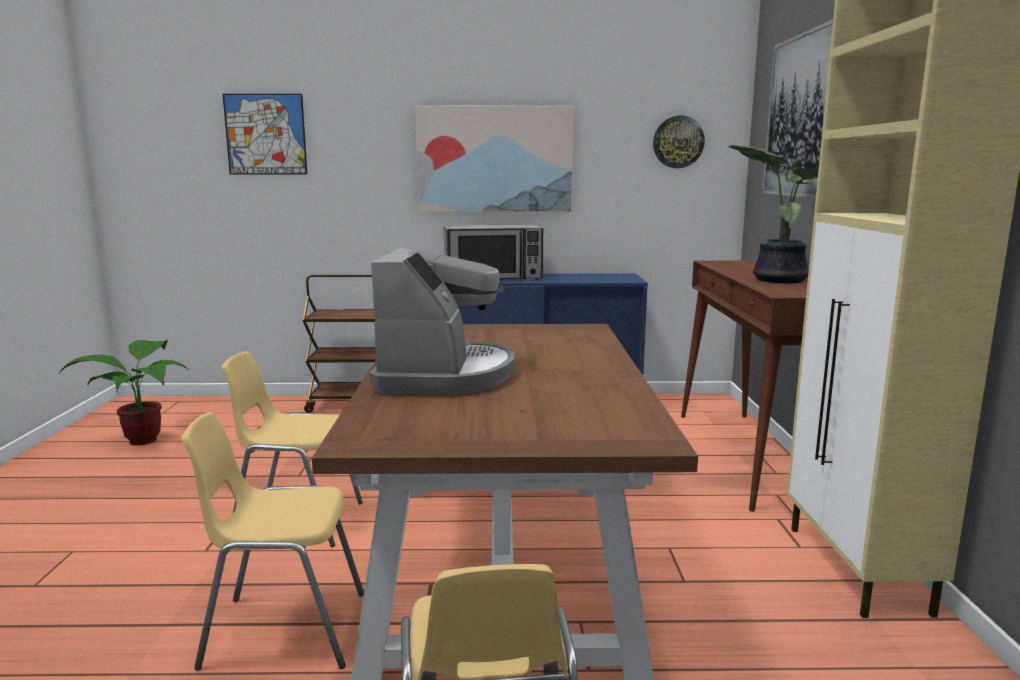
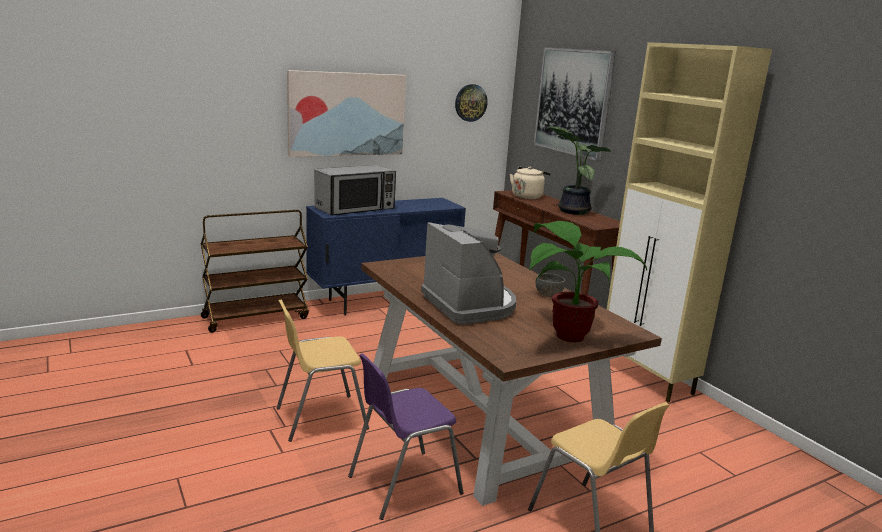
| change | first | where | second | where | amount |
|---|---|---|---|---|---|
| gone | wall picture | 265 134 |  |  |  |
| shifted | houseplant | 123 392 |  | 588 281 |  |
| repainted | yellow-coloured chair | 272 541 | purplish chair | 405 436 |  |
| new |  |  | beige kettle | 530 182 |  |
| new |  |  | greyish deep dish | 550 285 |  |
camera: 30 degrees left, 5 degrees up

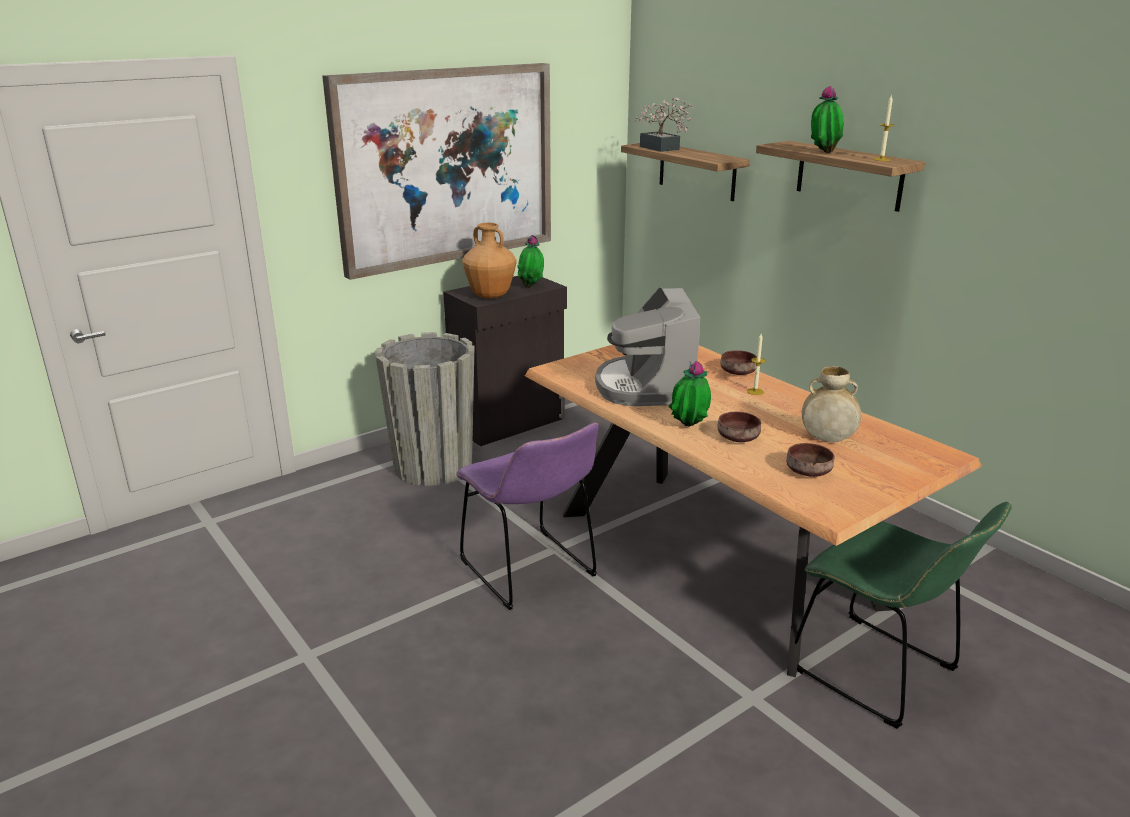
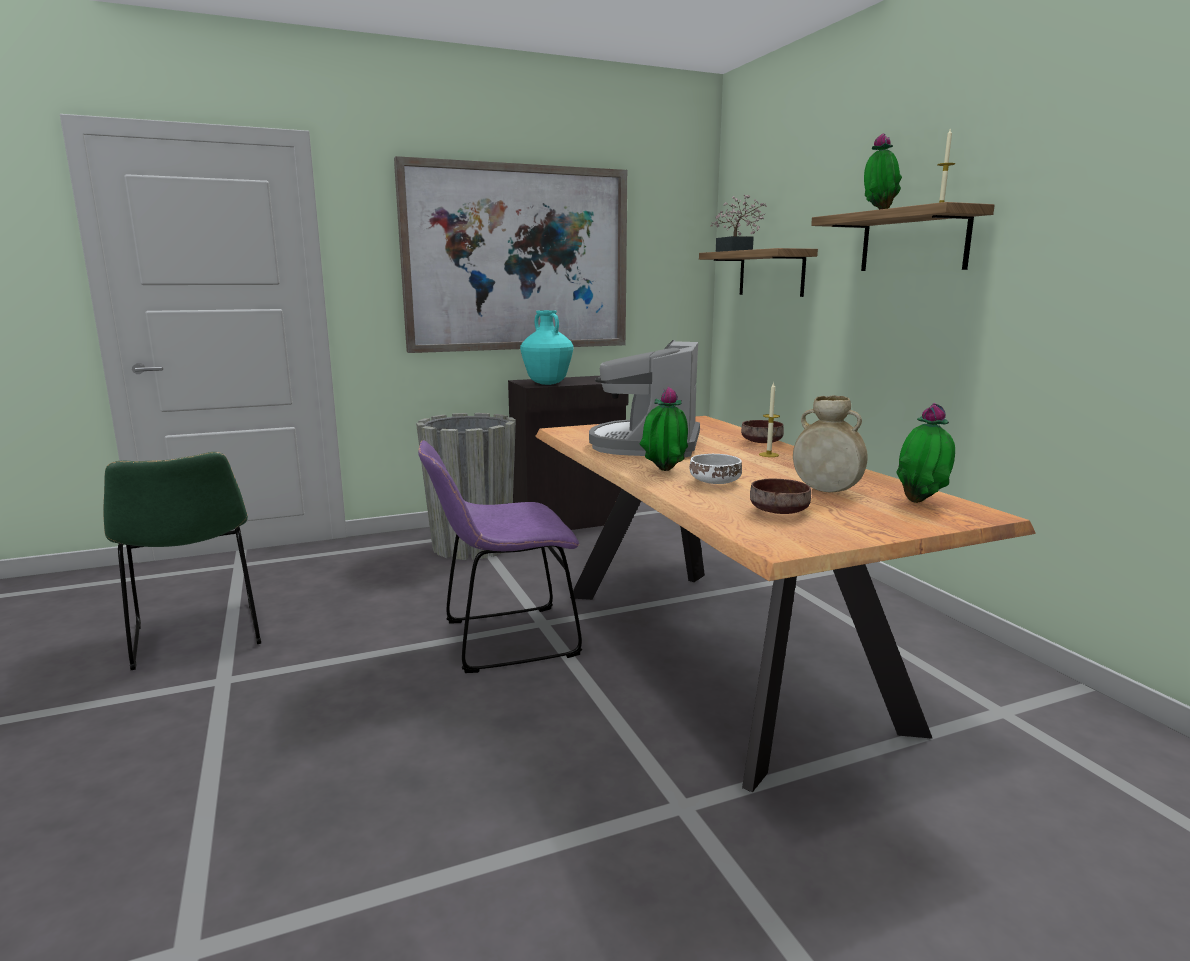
| change | first | where | second | where | amount |
|---|---|---|---|---|---|
| repainted | brown-coloured decorative vase | 489 261 | turquoise-coloured decorative vase | 546 347 |  |
| shifted | houseplant | 530 261 |  | 925 453 |  |
| repainted | brown-coloured deep dish | 739 427 | white-coloured deep dish | 716 469 |  |
| rotated | purplish chair | 527 516 |  | 500 556 | 90 degrees clockwise |
| shifted | green-coloured chair | 903 615 |  | 182 561 |  |
camera: 15 degrees right, 10 degrees down

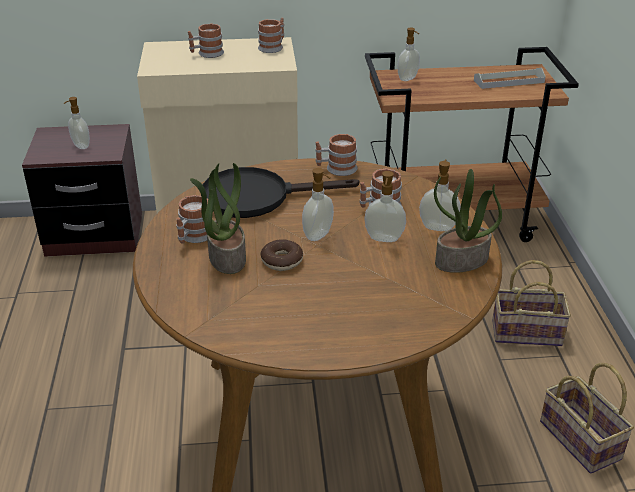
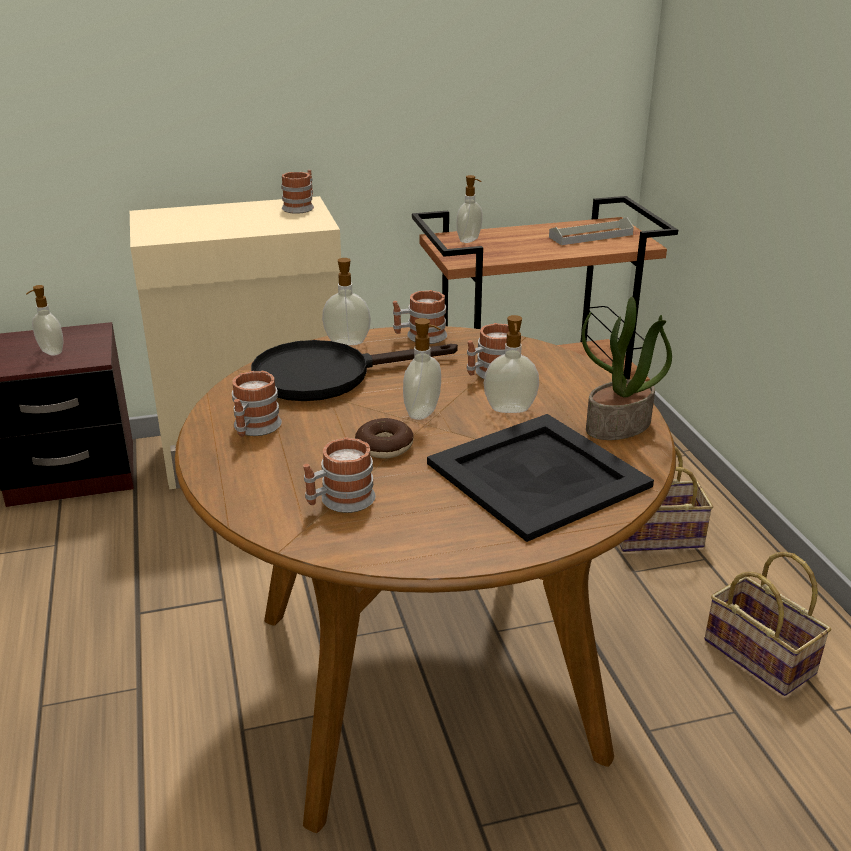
| change | first | where | second | where | amount |
|---|---|---|---|---|---|
| shifted | tea mug | 206 40 |  | 339 475 |  |
| shifted | liquid soap bottle | 440 195 |  | 346 301 |  |
| gone | houseplant | 218 218 |  |  |  |
| new |  |  | blackish carrying tray | 540 478 |  |
camera: 10 degrees left, 5 degrees down

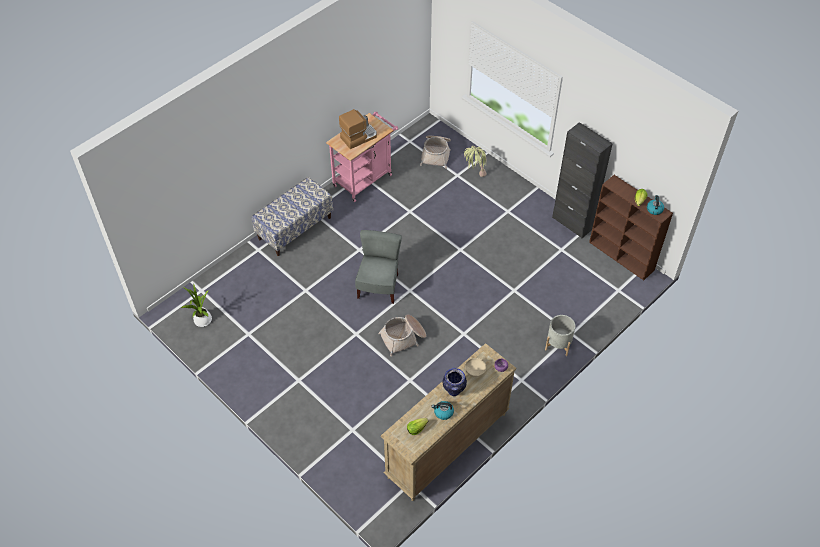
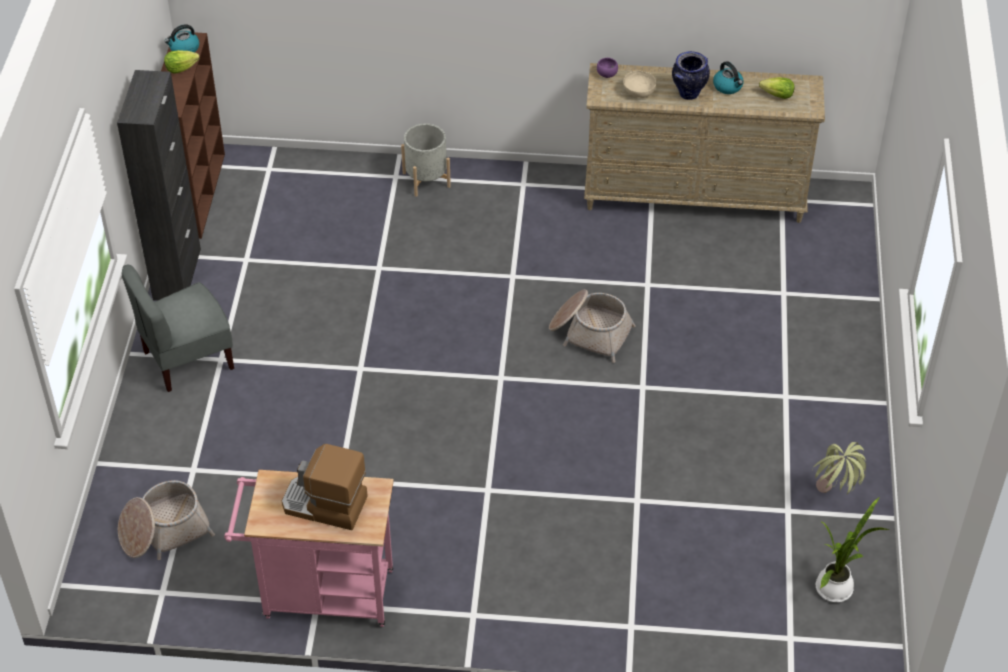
| change | first | where | second | where | amount |
|---|---|---|---|---|---|
| shifted | houseplant | 475 161 |  | 839 468 |  |
| gone | indoor bench | 292 216 |  |  |  |
| shifted | greyish chair | 378 267 |  | 178 328 |  |
camera: 130 degrees left, 5 degrees down

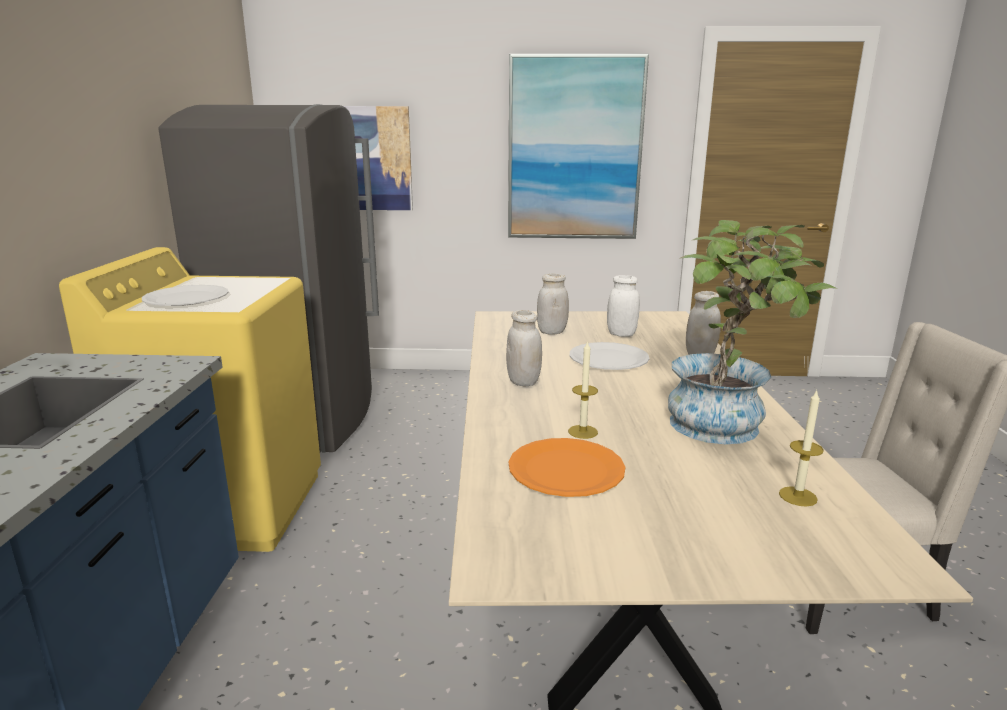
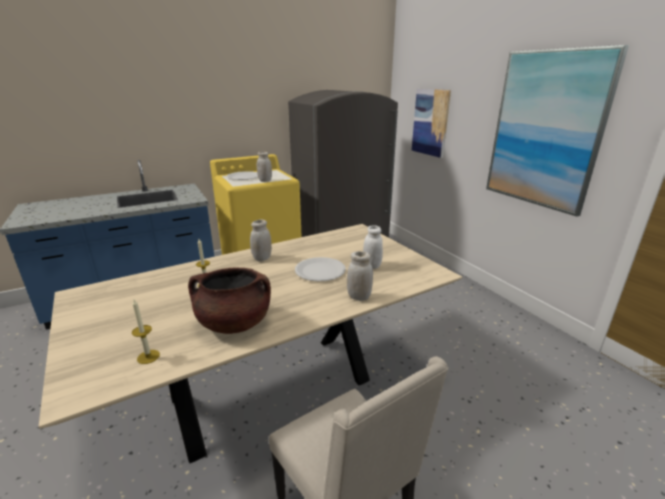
| change | first | where | second | where | amount |
|---|---|---|---|---|---|
| swapped | houseplant | 752 332 | brown-coloured stockpot | 229 300 |  |
| shifted | white-coloured jar | 553 304 |  | 264 166 |  |
| gone | orange dinner plate | 567 467 |  |  |  |
camera: 60 degrees right, 5 degrees up

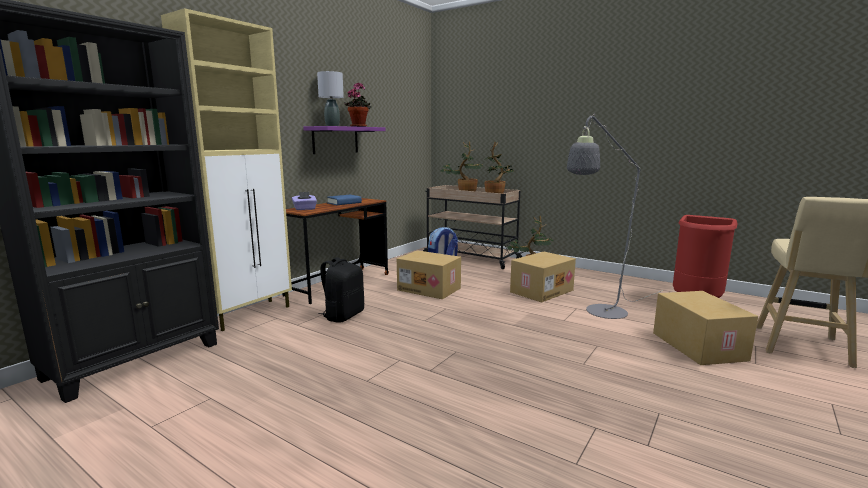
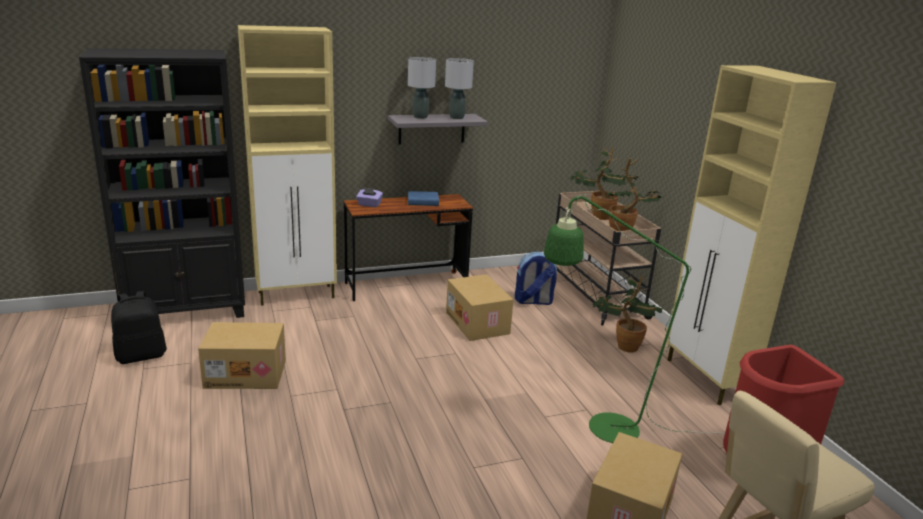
| change | first | where | second | where | amount |
|---|---|---|---|---|---|
| swapped | houseplant | 358 105 | greyish tabletop lamp | 459 88 |  |
| repainted | greyish standing lamp | 615 216 | green-coloured standing lamp | 634 319 |  |
| repainted | purplish wall shelf | 344 140 | greyish wall shelf | 438 129 |  |
| shifted | cardboard box | 543 277 |  | 242 355 |  |
| shifted | blackish backpack | 341 290 |  | 139 327 |  |
| new |  |  | beige storage cabinet | 752 235 |  |
camera: 35 degrees right, 10 degrees up

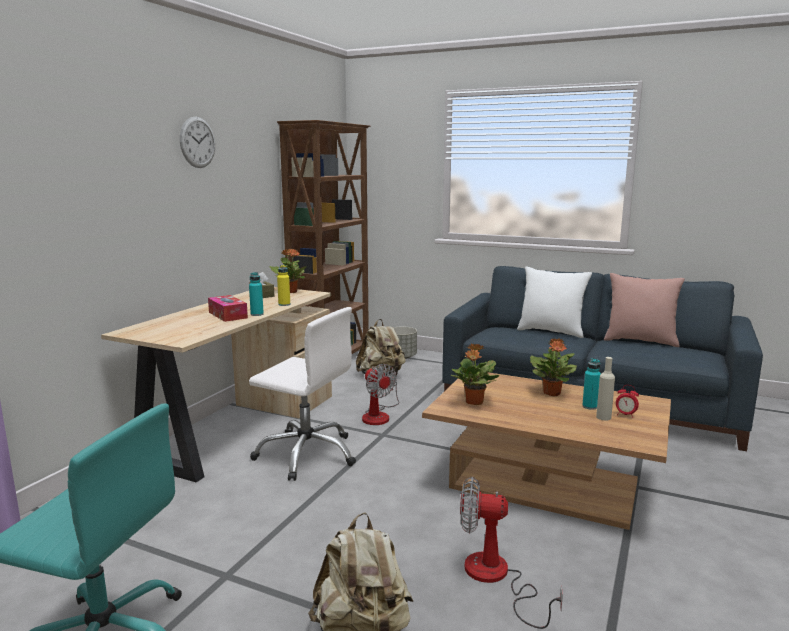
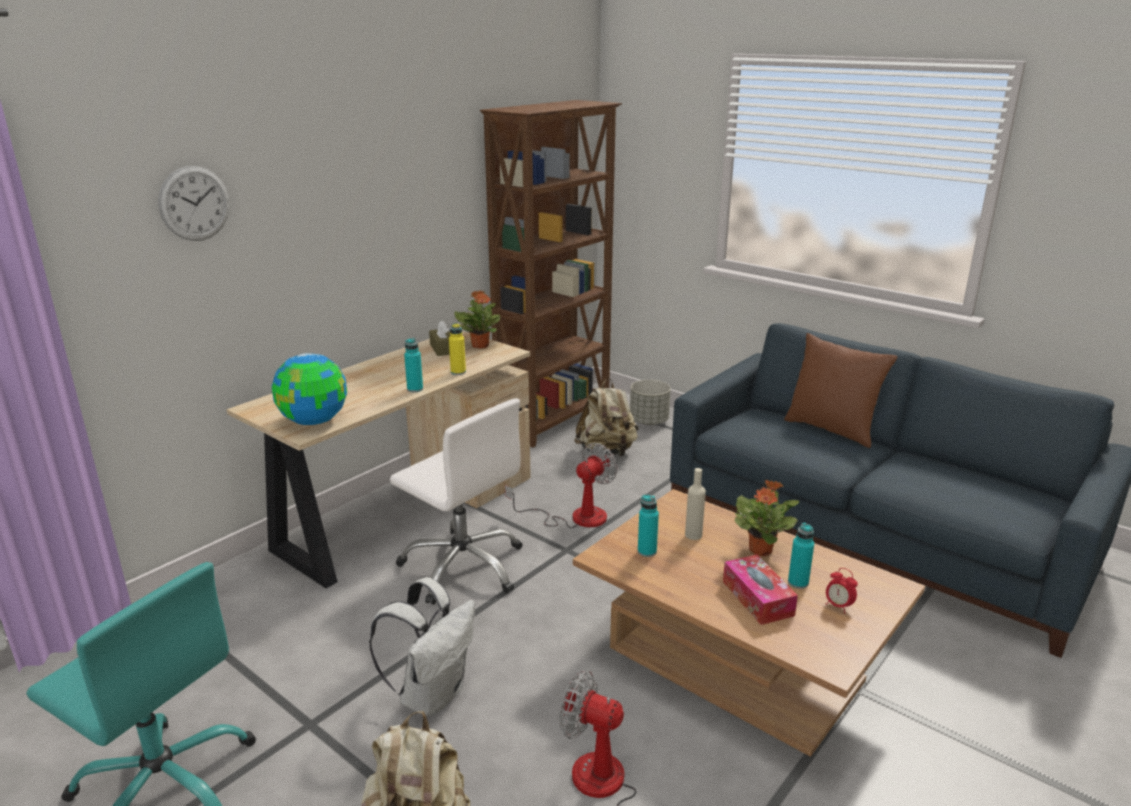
| change | first | where | second | where | amount |
|---|---|---|---|---|---|
| shifted | clock on the wall | 197 142 |  | 194 203 |  |
| repainted | white-coloured throw pillow | 554 302 | brown-coloured throw pillow | 840 390 |  |
| gone | pinkish throw pillow | 644 310 |  |  |  |
| shifted | tissue holder | 228 308 |  | 760 590 |  |
| swapped | houseplant | 475 374 | turquoise-coloured beverage bottle | 648 526 |  |
| shifted | beige beverage bottle | 605 388 |  | 695 504 |  |
| rotated | cooling fan | 380 394 |  | 561 485 | 120 degrees counterclockwise |
| new |  |  | globe | 309 389 |  |
| new |  |  | white-coloured backpack | 422 647 |  |
camera: 15 degrees right, 10 degrees up

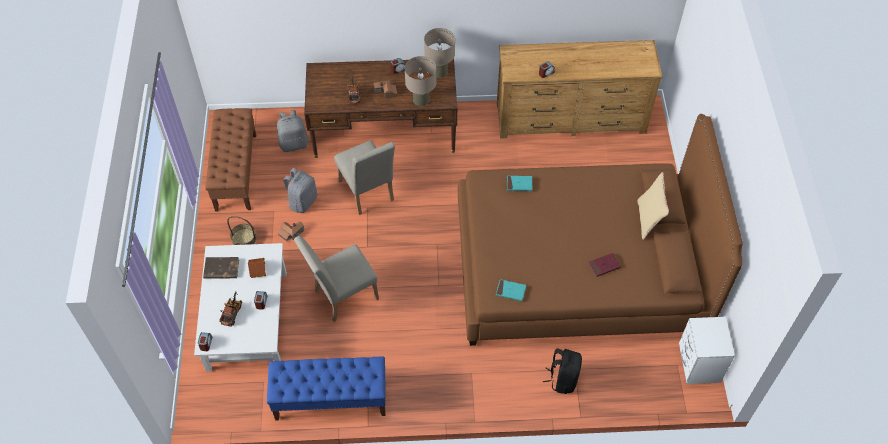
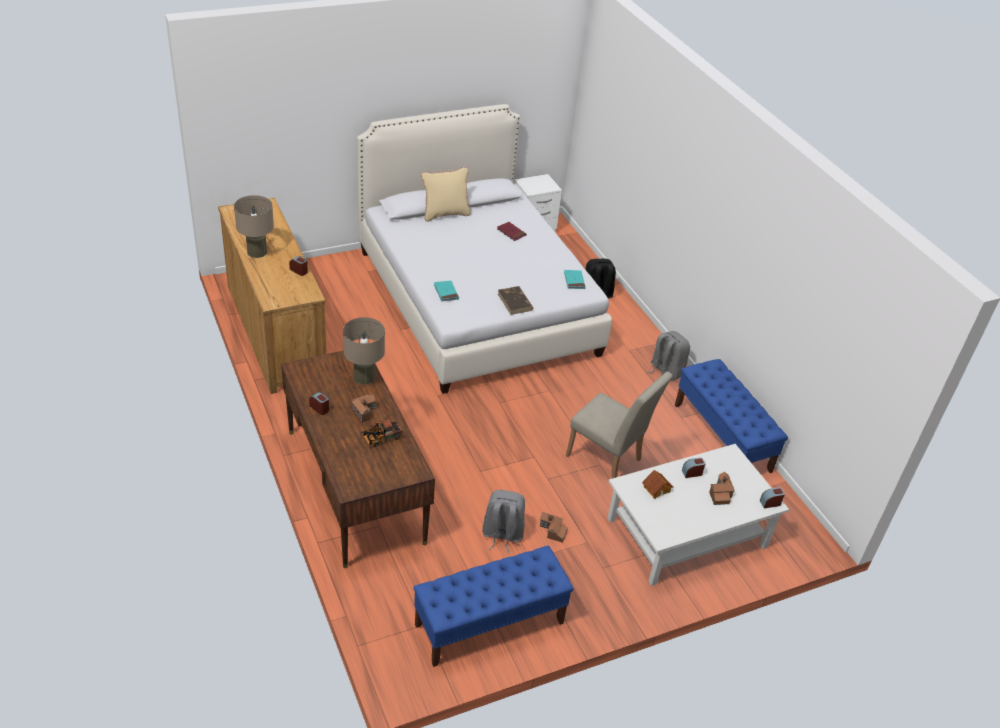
| change | first | where | second | where | amount |
|---|---|---|---|---|---|
| shifted | beige tabletop lamp | 439 53 |  | 254 226 |  |
| repainted | brown-coloured indoor bench | 230 160 | bluish indoor bench | 493 606 |  |
| shifted | greyish backpack | 293 131 |  | 668 356 |  |
| repainted | brown-coloured bed | 600 230 | white-coloured bed | 484 249 |  |
| gone | beige chair | 364 178 |  |  |  |
| gone | household basket | 242 230 |  |  |  |
| shifted | brown-coloured bound book | 221 268 |  | 516 300 |  |
| swapped | toy truck | 230 309 | model house | 722 488 |  |
camera: 115 degrees left, 15 degrees down

